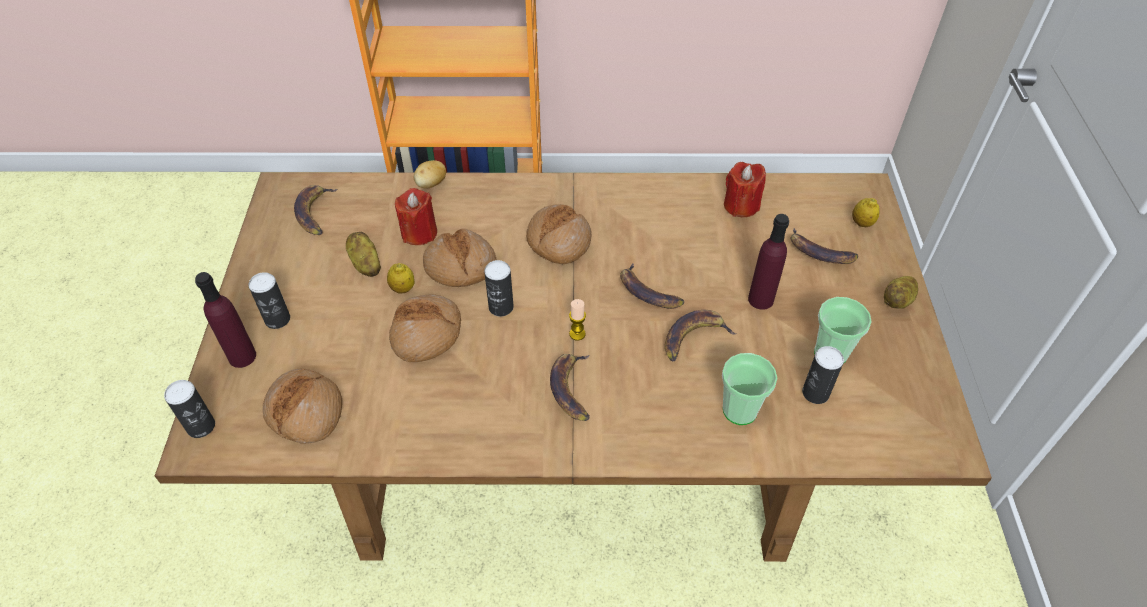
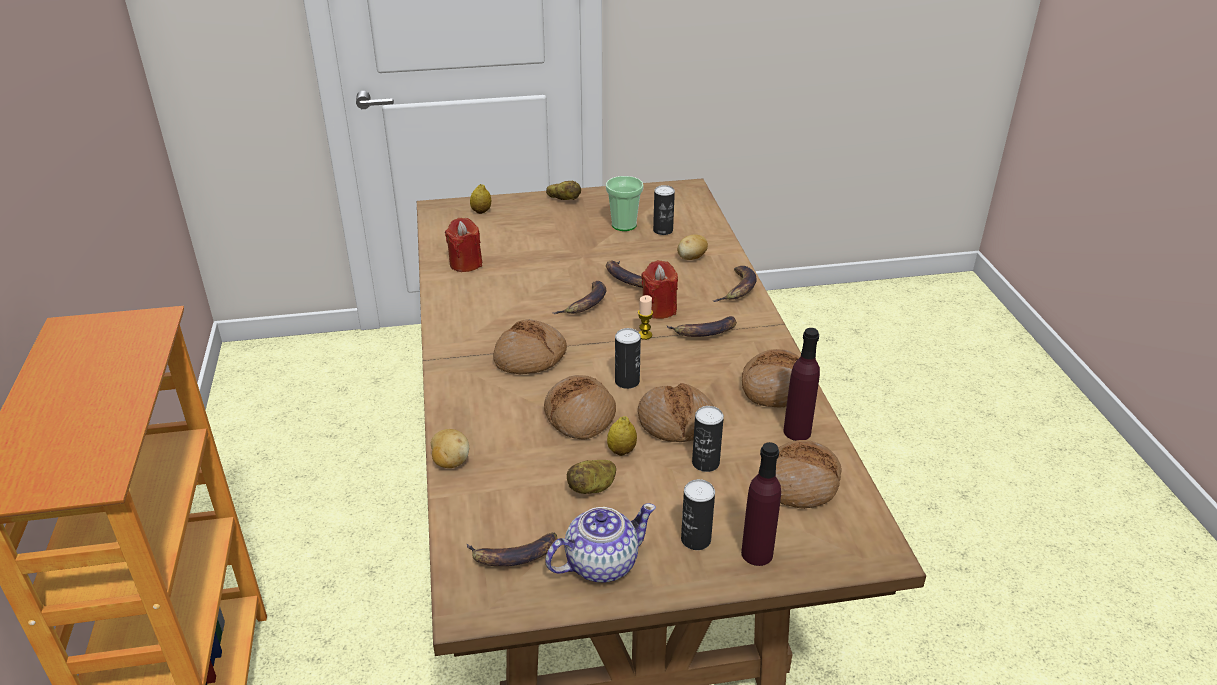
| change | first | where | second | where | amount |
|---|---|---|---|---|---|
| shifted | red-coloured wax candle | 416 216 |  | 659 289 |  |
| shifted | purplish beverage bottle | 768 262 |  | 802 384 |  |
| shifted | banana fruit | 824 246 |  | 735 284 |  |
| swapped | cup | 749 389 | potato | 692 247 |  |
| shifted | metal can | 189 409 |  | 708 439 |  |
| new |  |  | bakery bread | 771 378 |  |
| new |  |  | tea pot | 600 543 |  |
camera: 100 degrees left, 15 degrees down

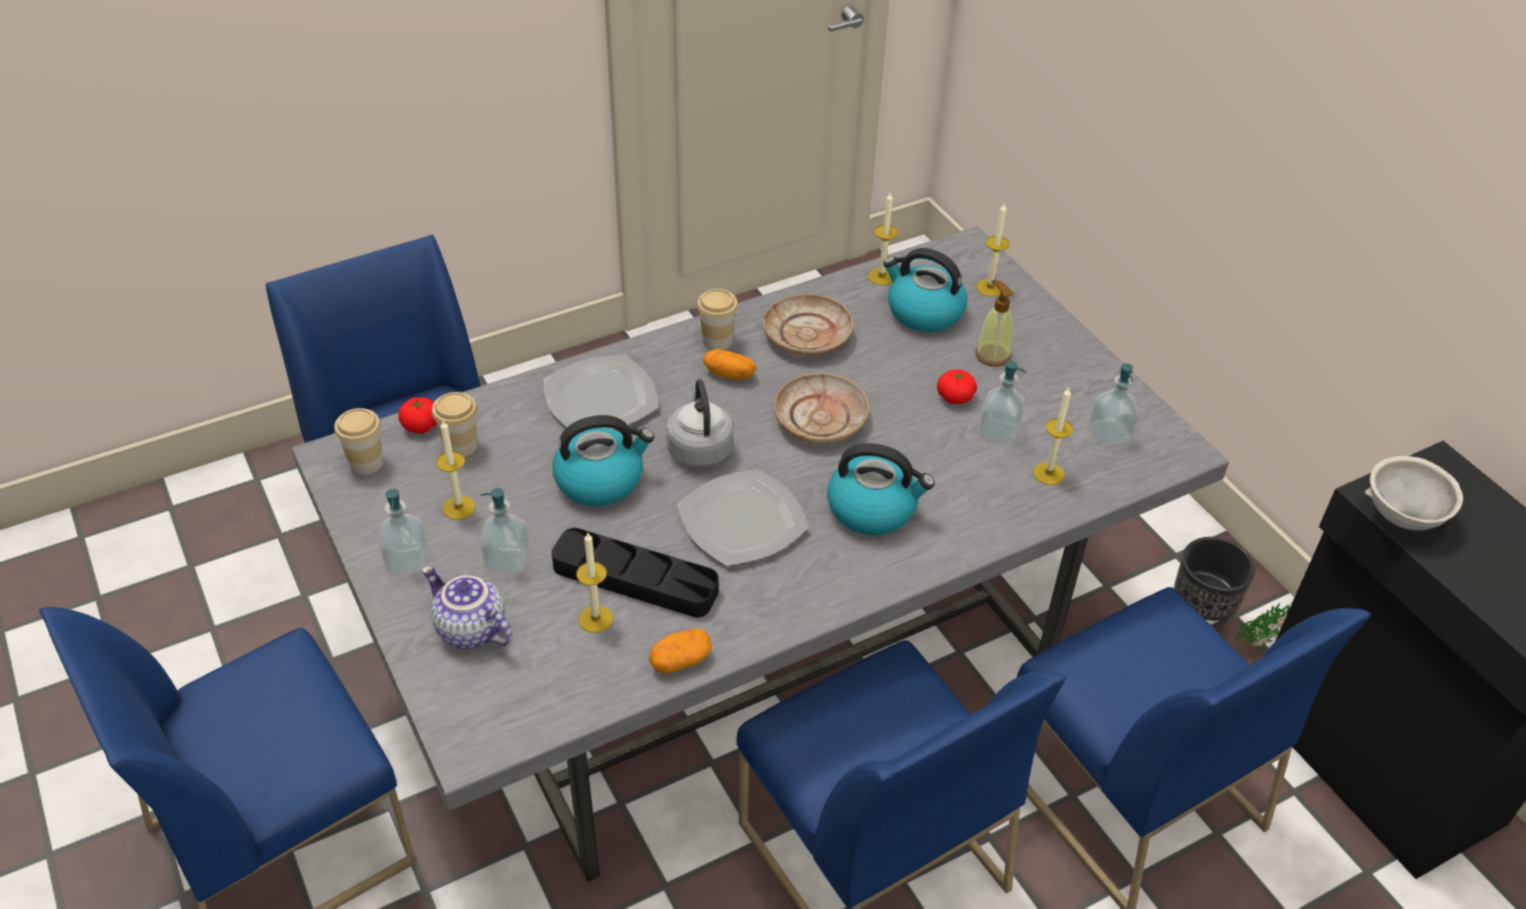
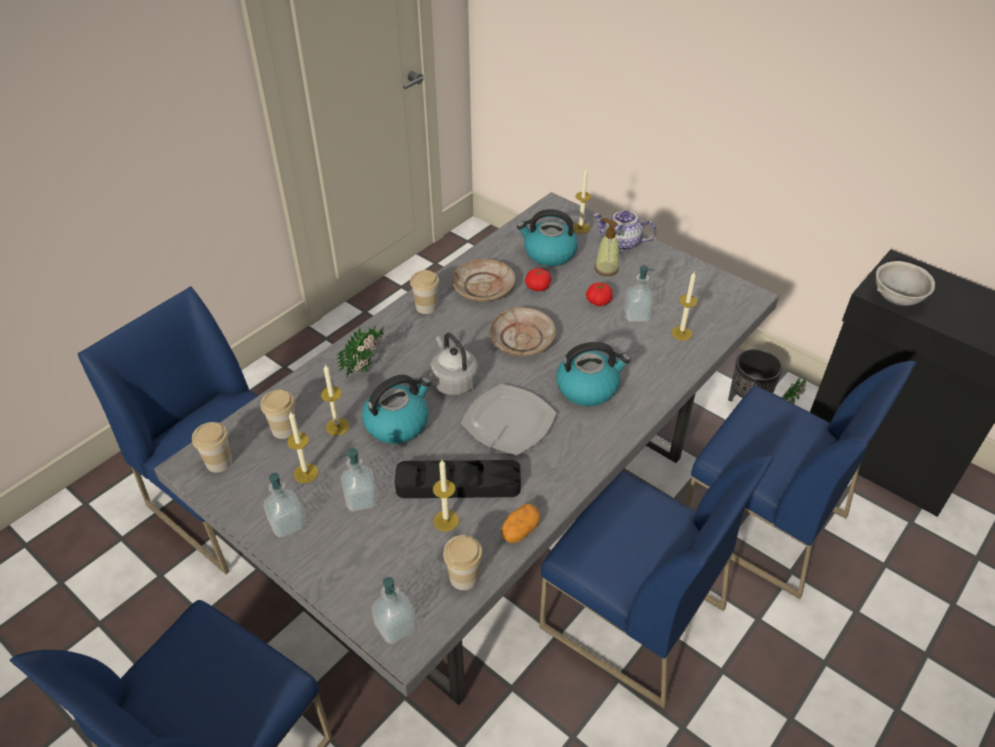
| change | first | where | second | where | amount |
|---|---|---|---|---|---|
| shifted | wax candle | 883 239 |  | 335 400 |  |
| gone | potato | 730 364 |  |  |  |
| swapped | dinner plate | 601 392 | houseplant | 360 351 |  |
| shifted | liquid soap bottle | 1114 404 |  | 394 610 |  |
| shifted | tomato | 417 415 |  | 538 279 |  |
| shifted | tea pot | 467 607 |  | 624 230 |  |
| new |  |  | cup | 463 562 |  |
camera: 20 degrees left, 0 degrees up

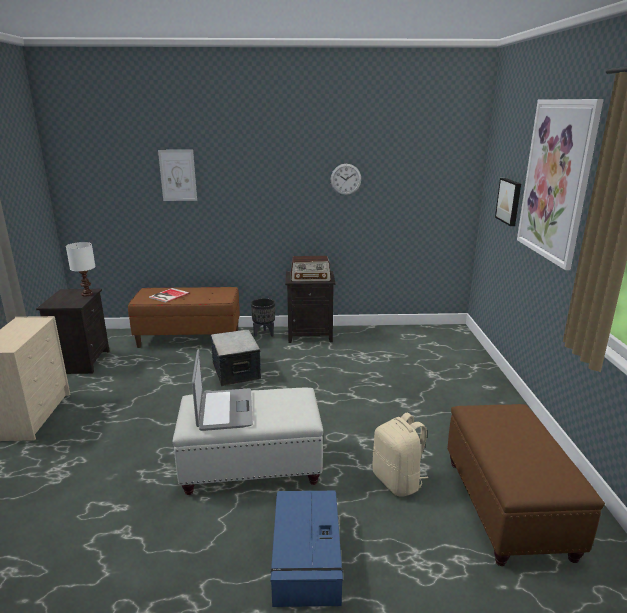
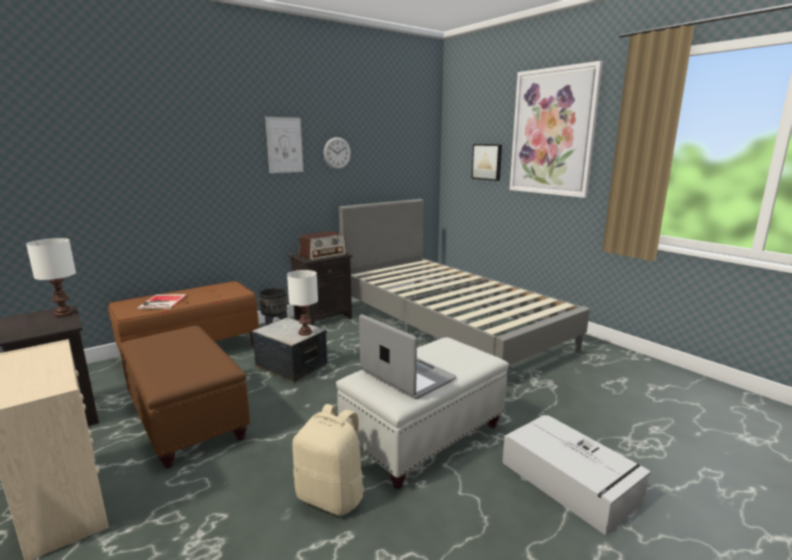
| change | first | where | second | where | amount |
|---|---|---|---|---|---|
| shifted | wall picture | 177 175 |  | 284 145 |  |
| shifted | brown-coloured footrest | 526 485 |  | 184 397 |  |
| shifted | beige backpack | 400 455 |  | 328 460 |  |
| repainted | bluish storage container | 306 549 | greyish storage container | 576 475 |  |
| new |  |  | greyish bed | 464 282 |  |
| new |  |  | white-coloured tabletop lamp | 302 303 |  |
camera: 35 degrees left, 5 degrees down

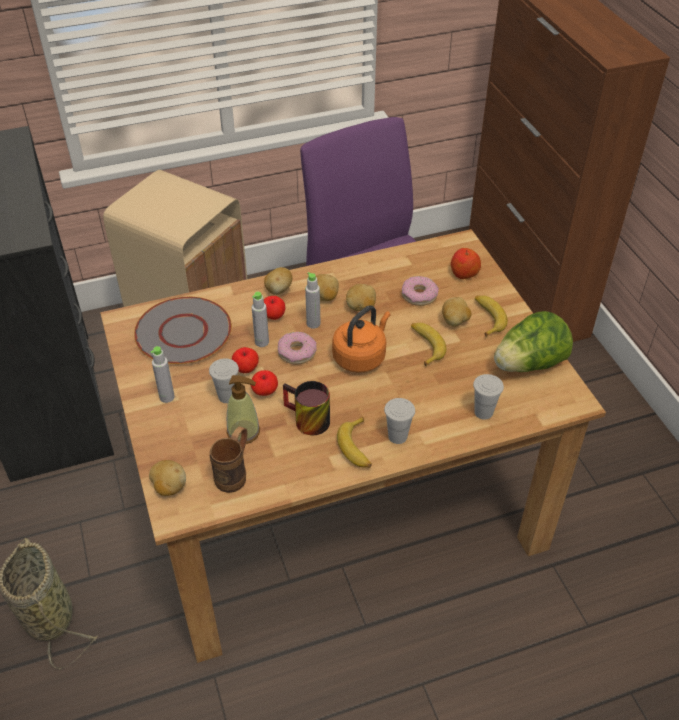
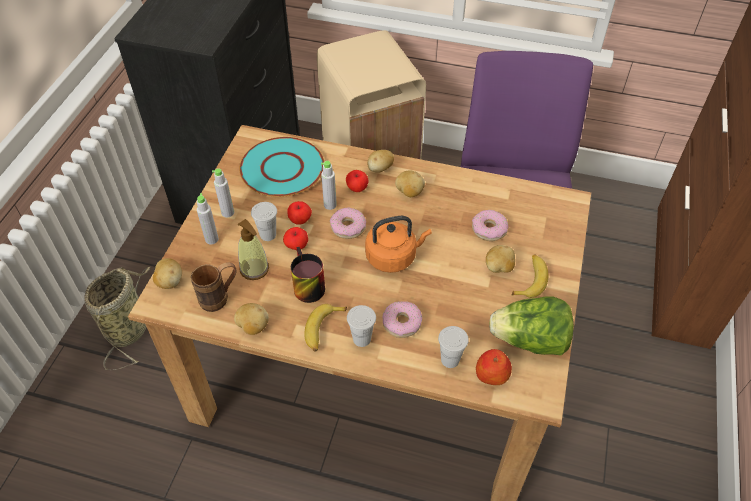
| change | first | where | second | where | amount |
|---|---|---|---|---|---|
| shifted | apple | 466 263 |  | 494 367 |  |
| shifted | greyish beverage bottle | 312 300 |  | 208 219 |  |
| shifted | potato | 361 297 |  | 251 319 |  |
| repainted | greyish dinner plate | 183 330 | turquoise-coloured dinner plate | 282 167 |  |
| gone | banana fruit | 429 344 |  |  |  |
| new |  |  | ring doughnut | 402 319 |  |
camera: 35 degrees right, 5 degrees up

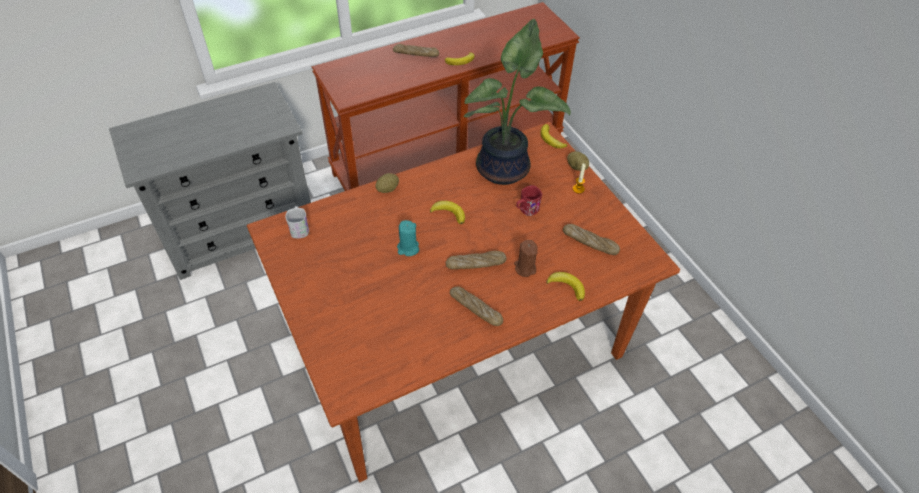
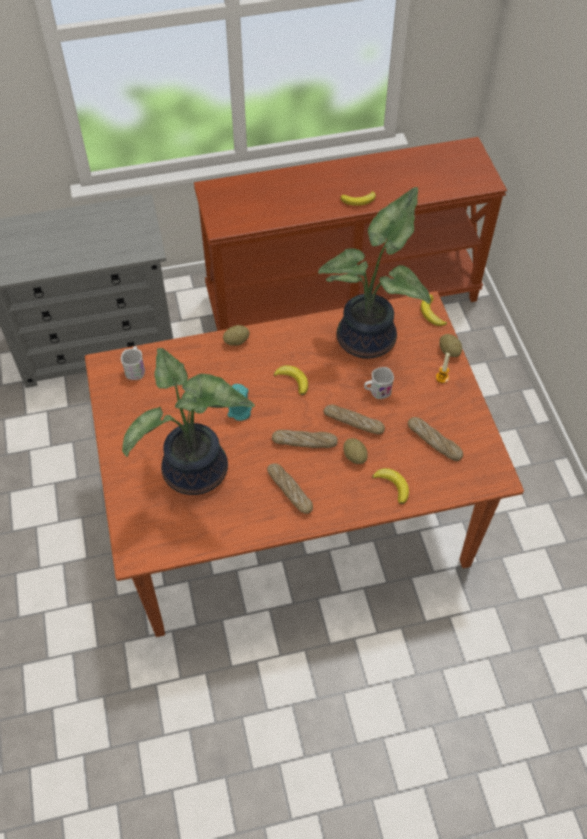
| change | first | where | second | where | amount |
|---|---|---|---|---|---|
| shifted | bakery bread | 416 50 |  | 354 419 |  |
| repainted | red-coloured tea mug | 529 200 | white-coloured tea mug | 379 383 |  |
| swapped | brown-coloured wax candle | 526 258 | potato | 355 451 |  |
| new |  |  | houseplant | 188 421 |  |
camera: 15 degrees right, 5 degrees up

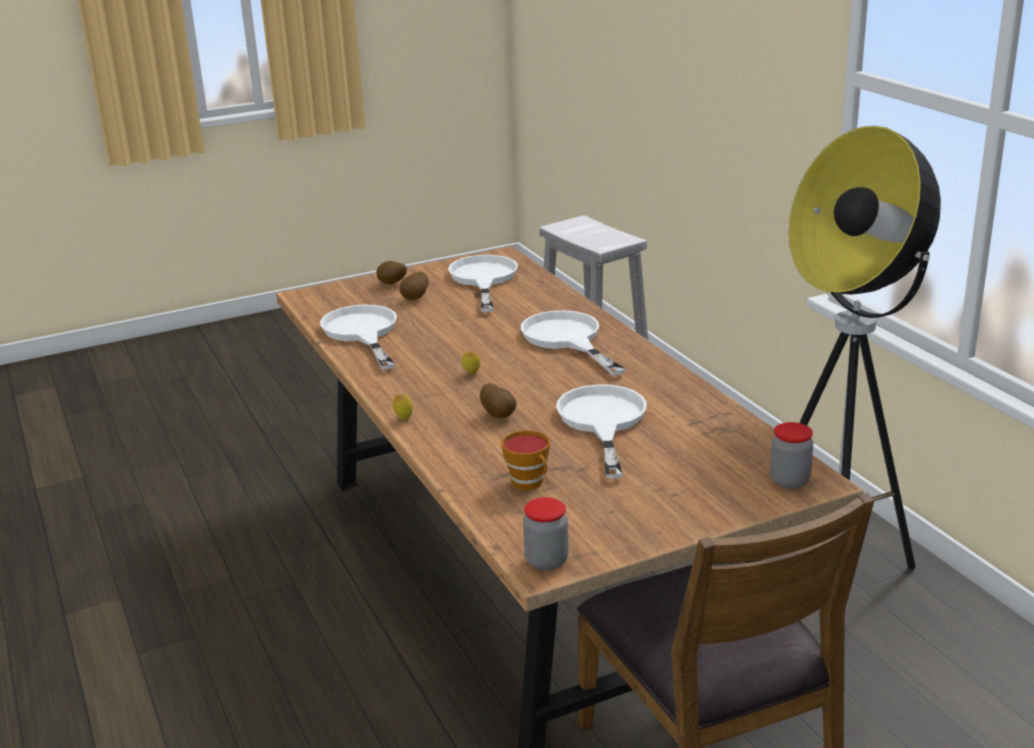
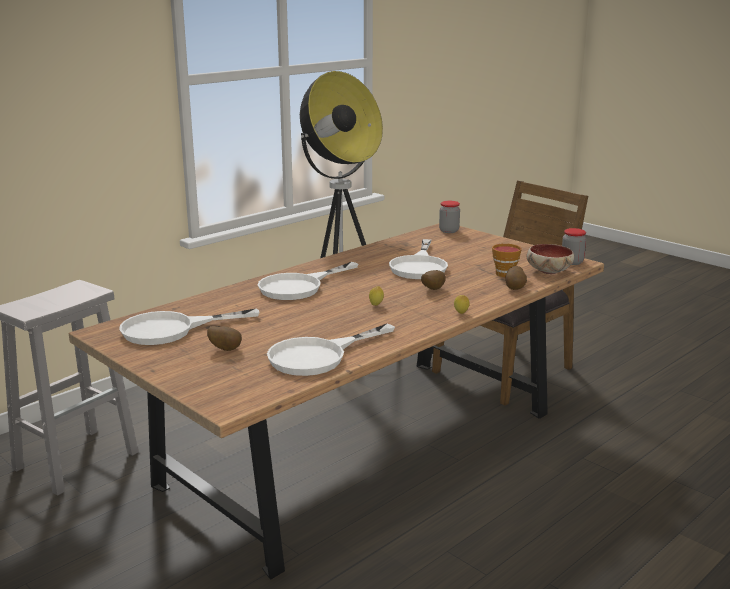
| change | first | where | second | where | amount |
|---|---|---|---|---|---|
| shifted | potato | 391 272 |  | 516 278 |  |
| rotated | white-coloured skillet | 601 431 |  | 418 259 | 60 degrees counterclockwise |
| new |  |  | deep dish | 550 259 |  |
camera: 110 degrees left, 5 degrees down

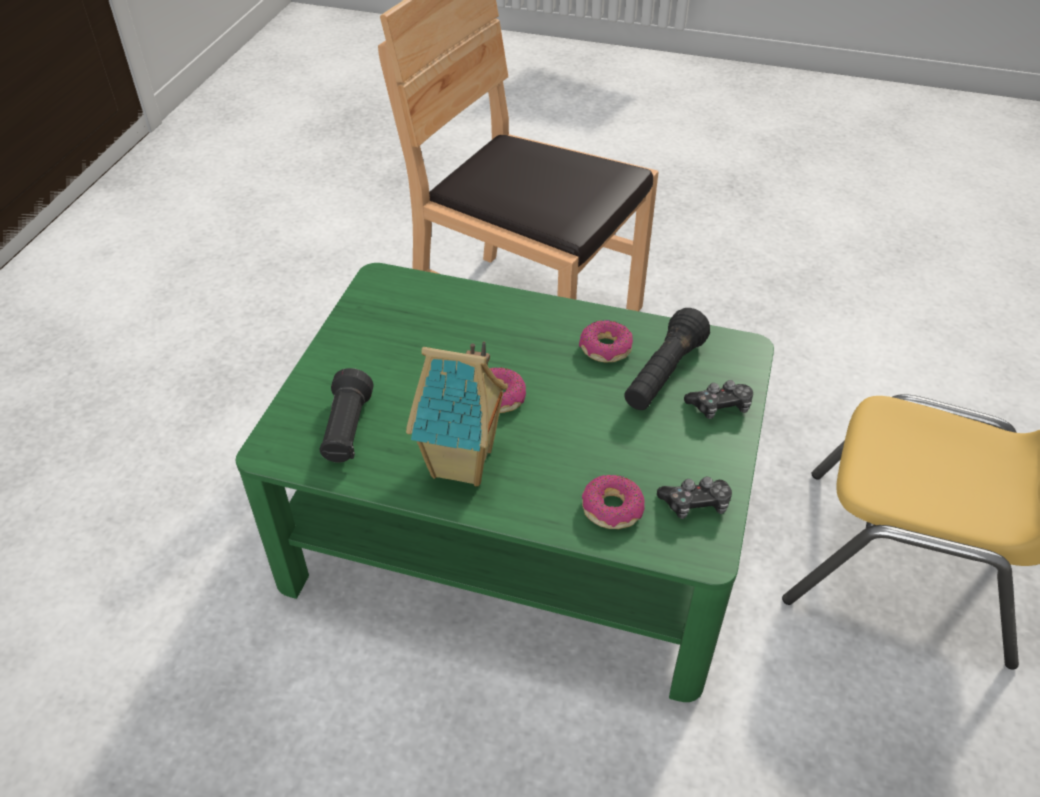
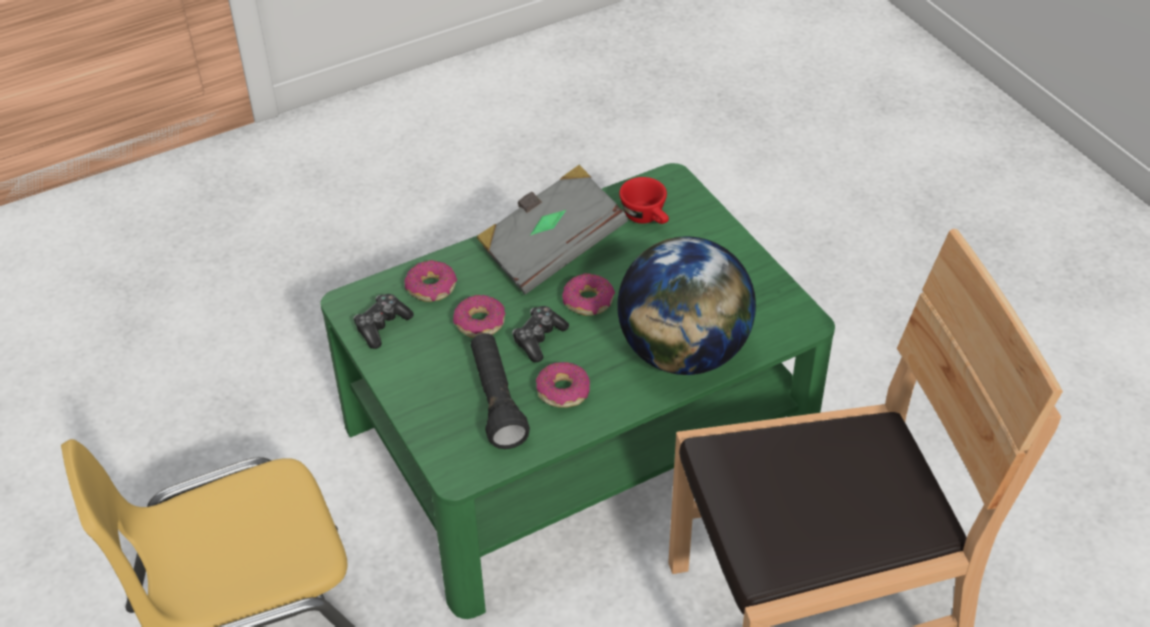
| change | first | where | second | where | amount |
|---|---|---|---|---|---|
| swapped | model house | 457 414 | greyish bound book | 552 230 |  |
| swapped | blackish hand torch | 346 415 | red-coloured cup | 644 200 |  |
| shifted | joypad | 718 399 |  | 540 334 |  |
| new |  |  | globe | 686 306 |  |
| new |  |  | ring doughnut | 479 316 |  |
camera: 135 degrees right, 0 degrees up

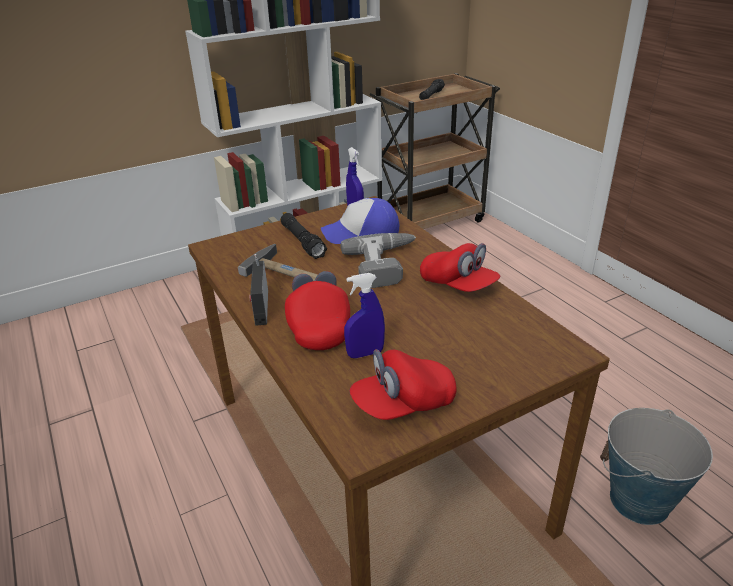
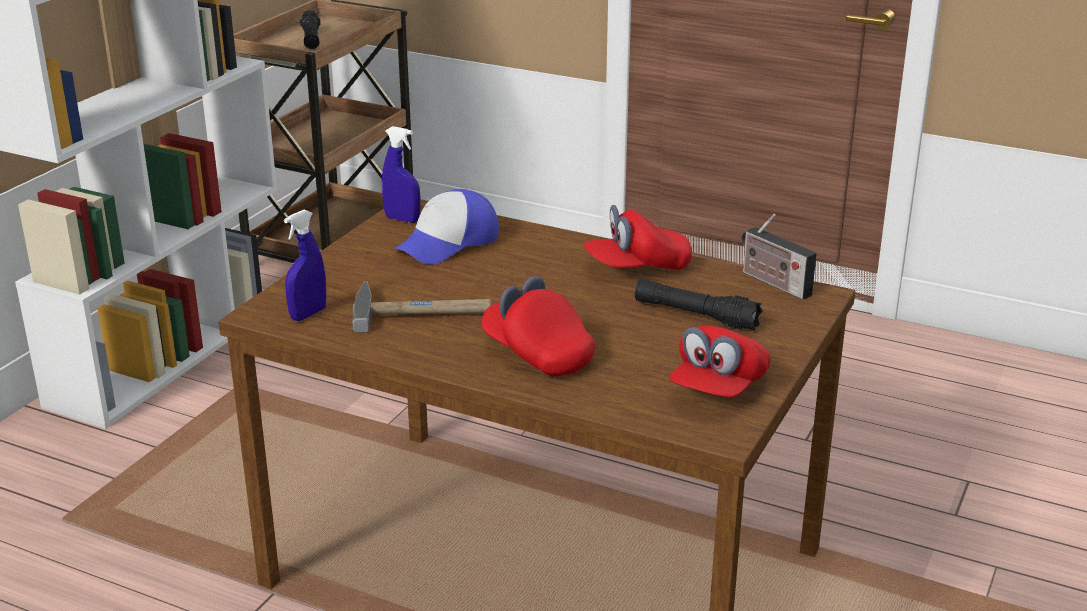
| change | first | where | second | where | amount |
|---|---|---|---|---|---|
| shifted | blackish hand torch | 304 236 |  | 699 304 |  |
| gone | electric drill | 378 260 |  |  |  |
| rotated | red-coloured cap | 460 267 |  | 637 237 | 150 degrees clockwise |
| shifted | radio set | 258 290 |  | 779 257 |  |
| shifted | bluish hand sprayer | 364 315 |  | 305 265 |  |
| gone | pail | 656 466 |  |  |  |
camera: 35 degrees left, 5 degrees down

